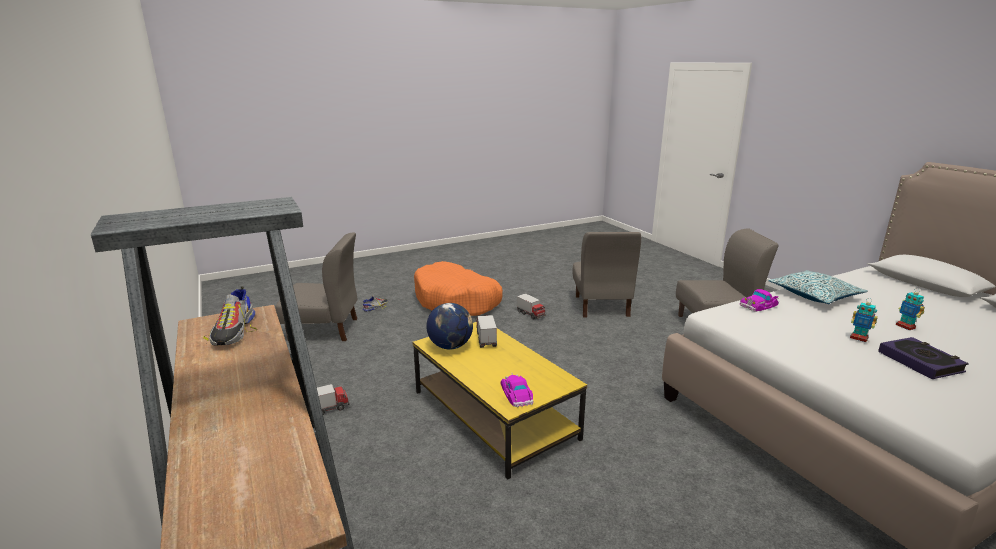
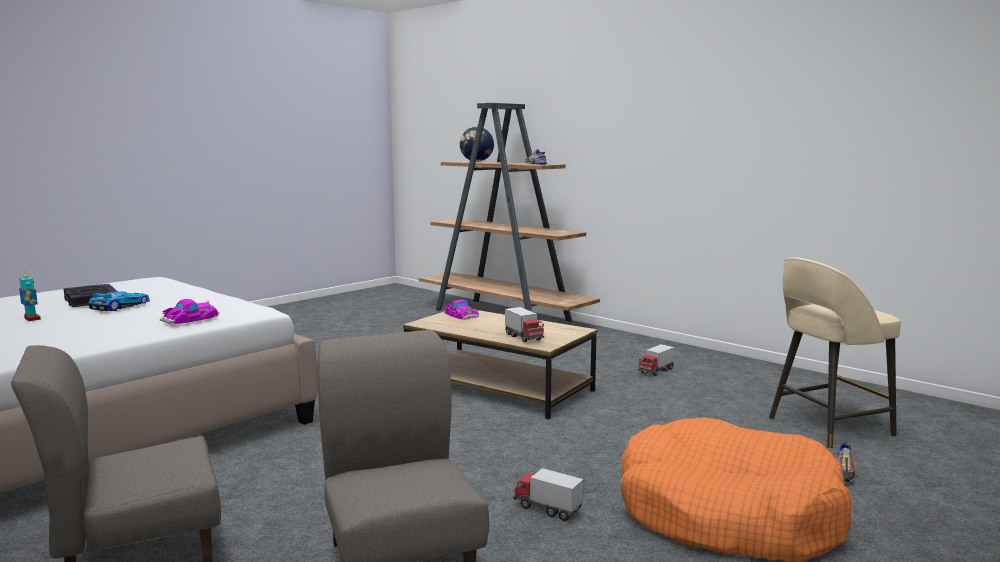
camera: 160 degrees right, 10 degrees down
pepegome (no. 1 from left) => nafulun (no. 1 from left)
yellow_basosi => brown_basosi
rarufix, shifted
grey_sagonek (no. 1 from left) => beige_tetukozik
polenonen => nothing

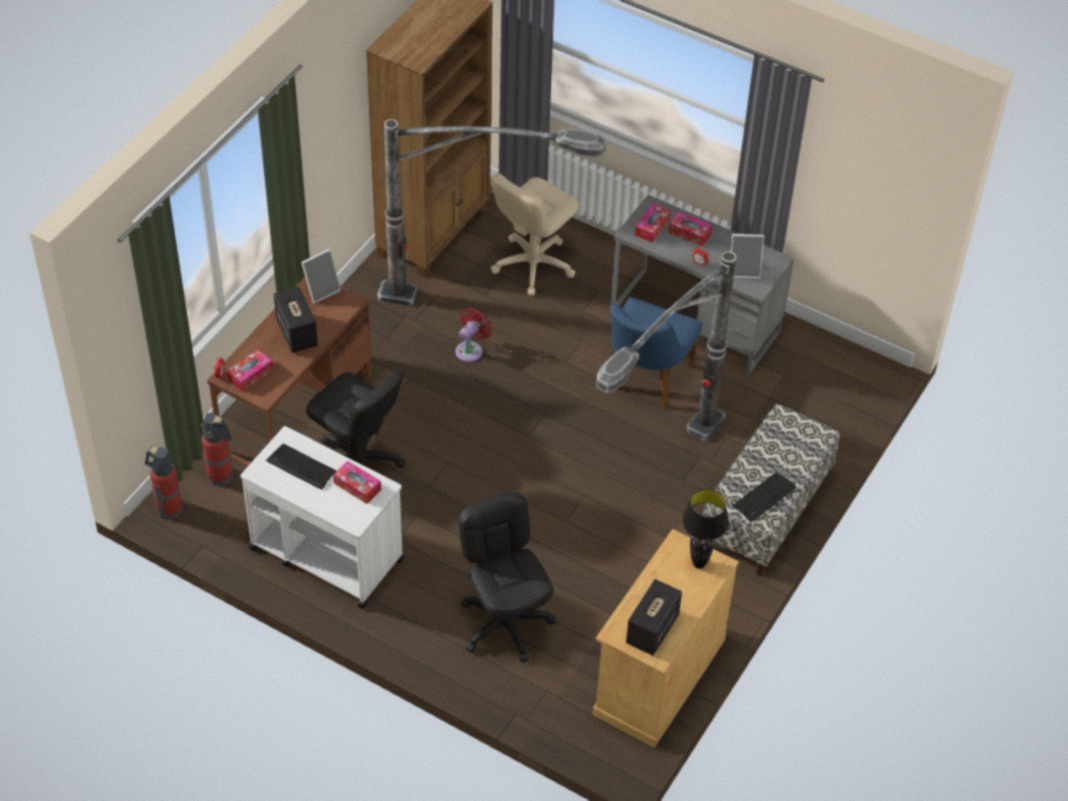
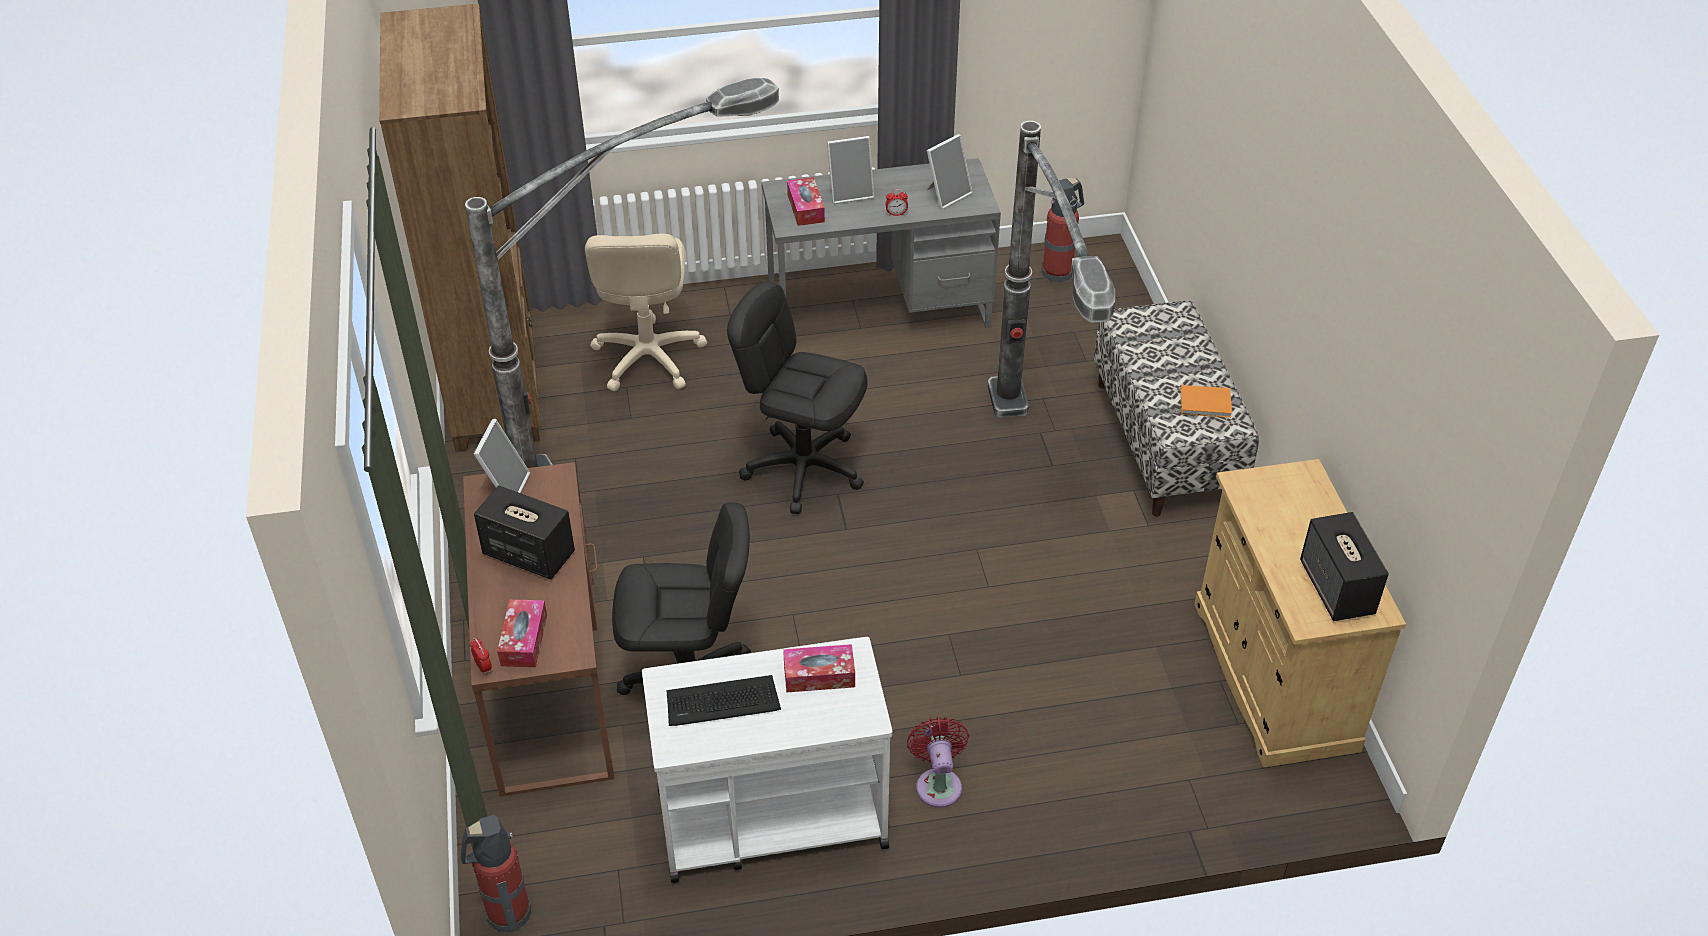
camera: 40 degrees left, 5 degrees down
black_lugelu (no. 2 from left), shifted
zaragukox (no. 4 from left) => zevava (no. 2 from left)
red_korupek, shifted
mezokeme (no. 2 from left), shifted
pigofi (no. 2 from left) => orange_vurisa
blue_sagonek => nothing
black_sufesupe => nothing

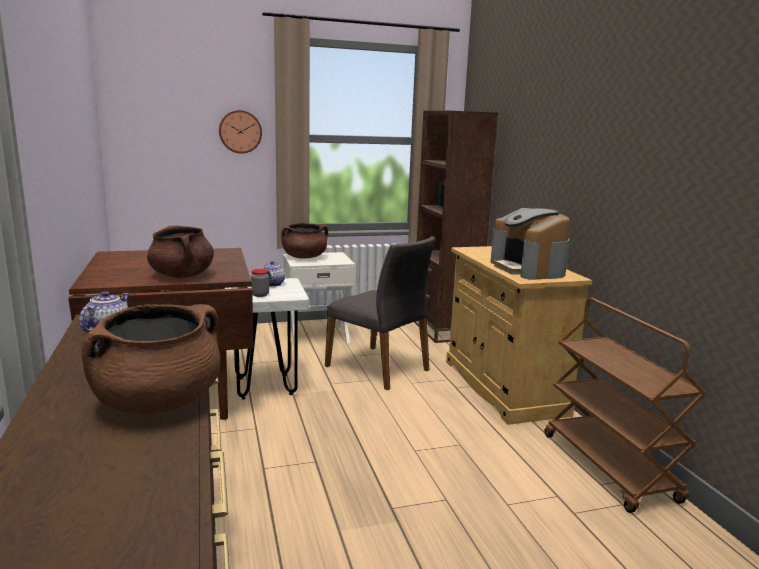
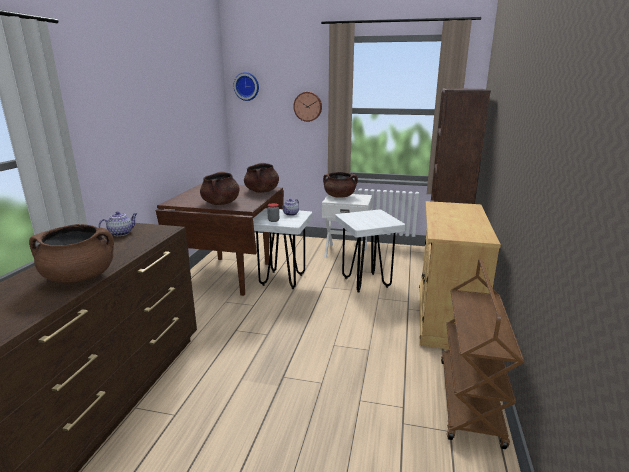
camera: 30 degrees right, 5 degrees up
nothing => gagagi (no. 1 from left)
nothing => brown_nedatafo (no. 3 from left)
grey_sagonek => white_tetukozik (no. 2 from left)
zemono => nothing

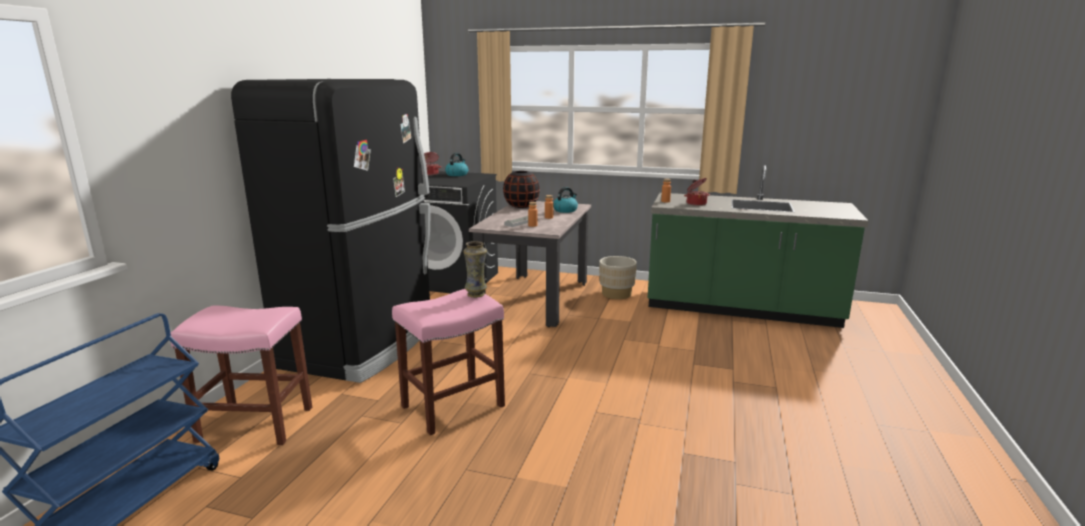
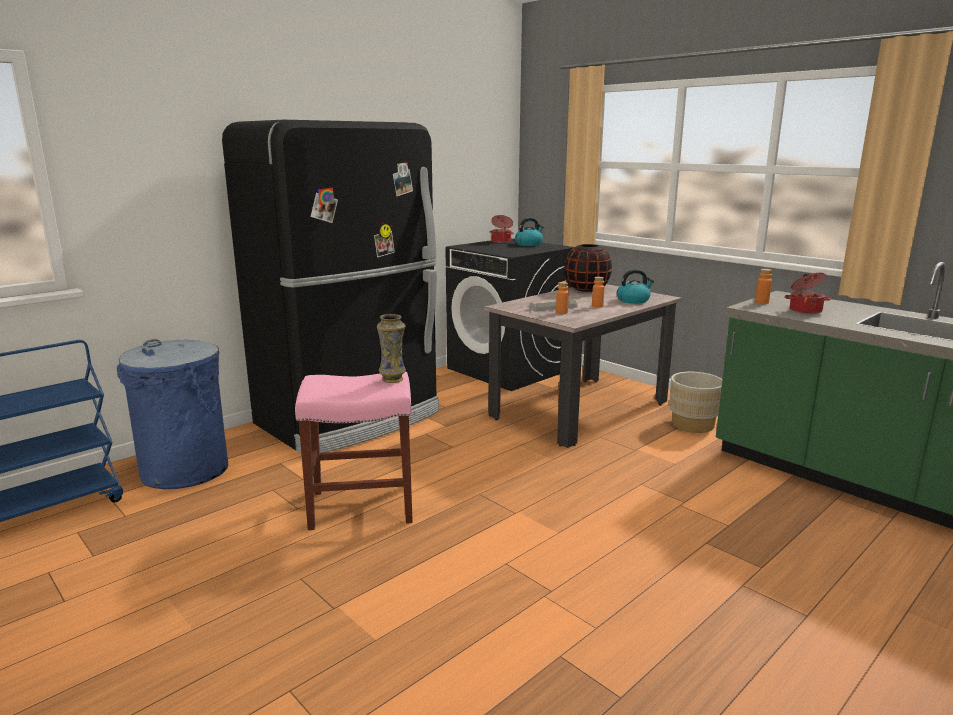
camera: 30 degrees right, 0 degrees up
pink_tetukozik (no. 1 from left) => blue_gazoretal

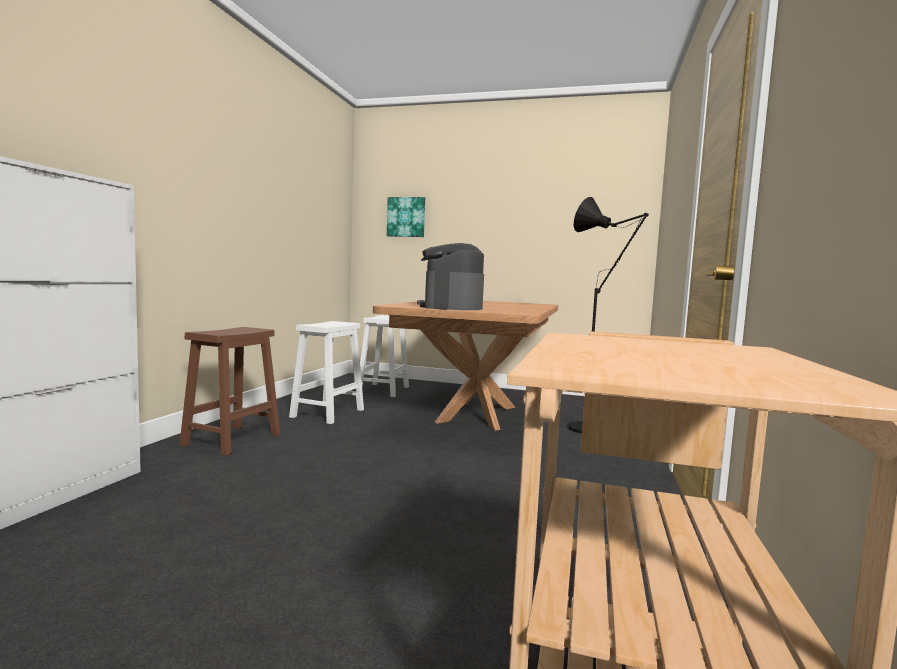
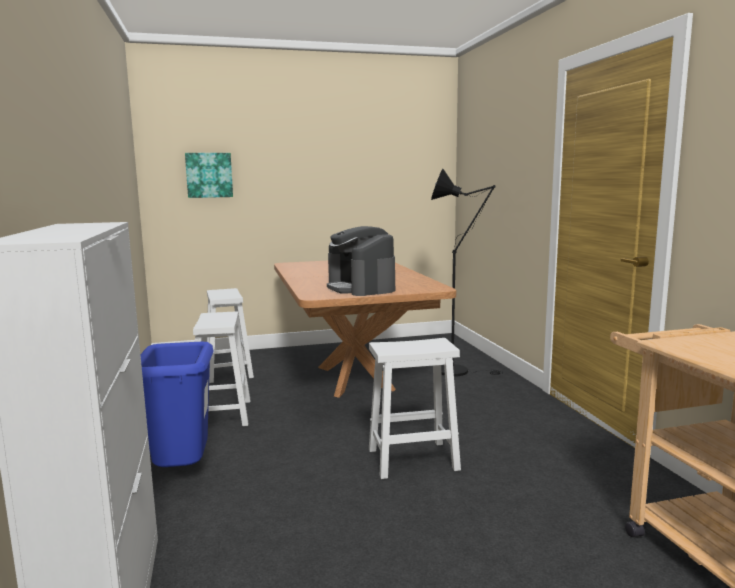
camera: 30 degrees left, 5 degrees up
brown_tetukozik => blue_gazoretal
nothing => white_tetukozik (no. 3 from left)

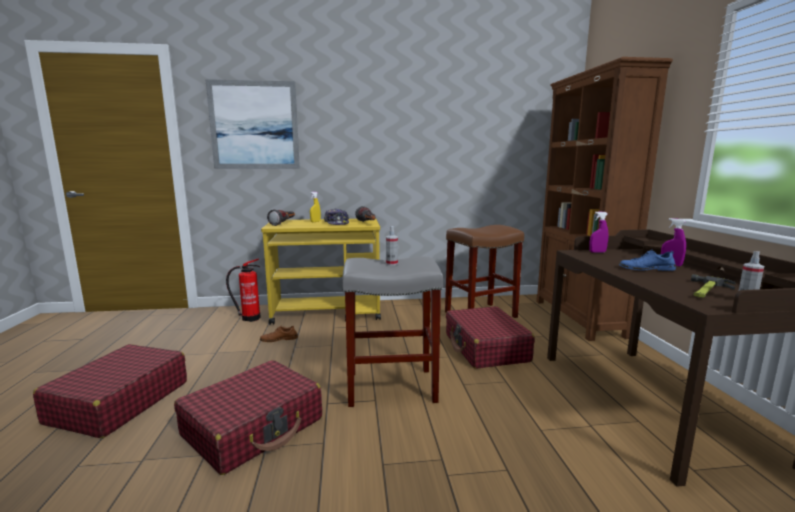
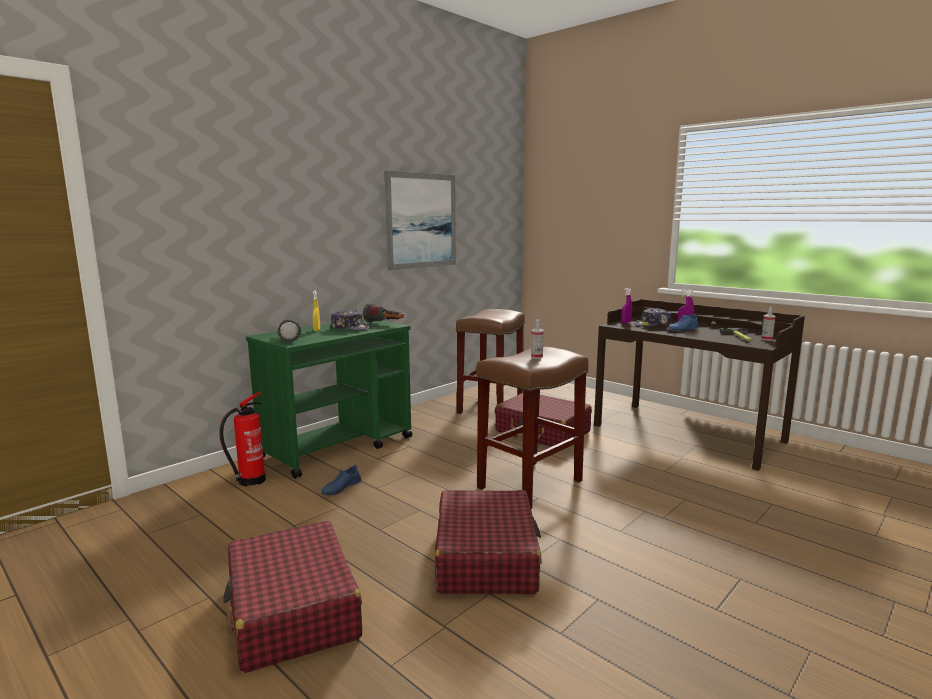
camera: 40 degrees left, 0 degrees up
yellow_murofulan => green_murofulan
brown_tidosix => blue_tidosix (no. 1 from left)
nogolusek, shifted
grey_tetukozik => brown_tetukozik (no. 2 from left)
nothing => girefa (no. 2 from left)
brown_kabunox => nothing

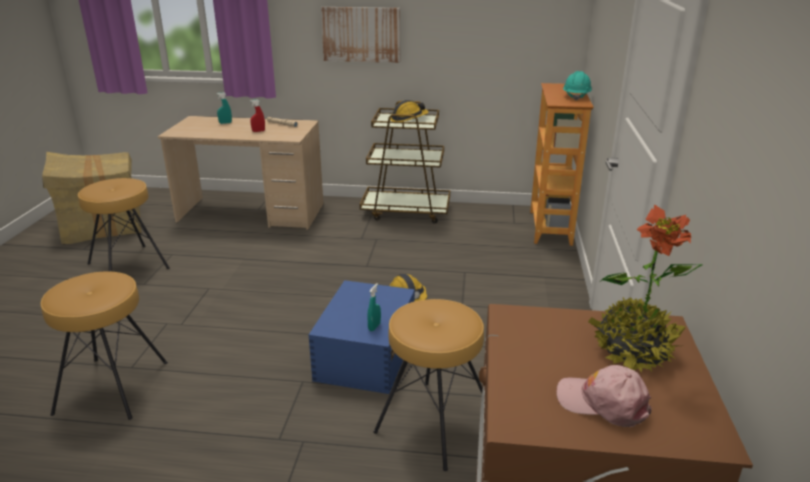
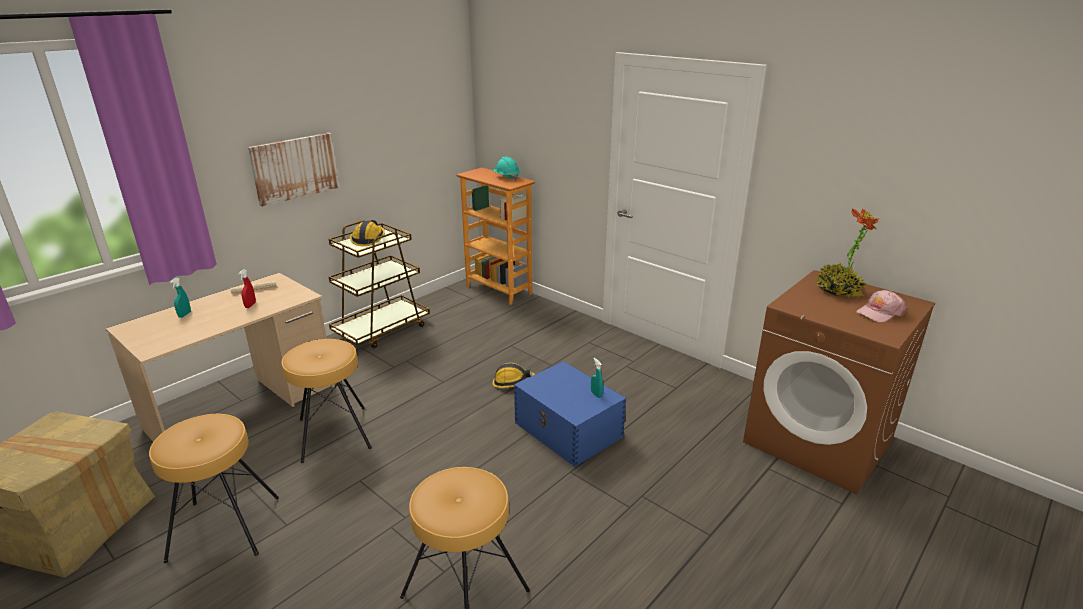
camera: 55 degrees left, 0 degrees up
brown_tetukozik (no. 3 from left in the first image) => brown_tetukozik (no. 2 from left), shifted

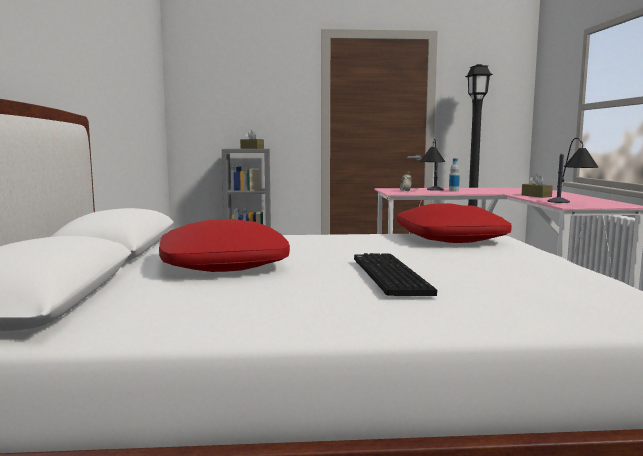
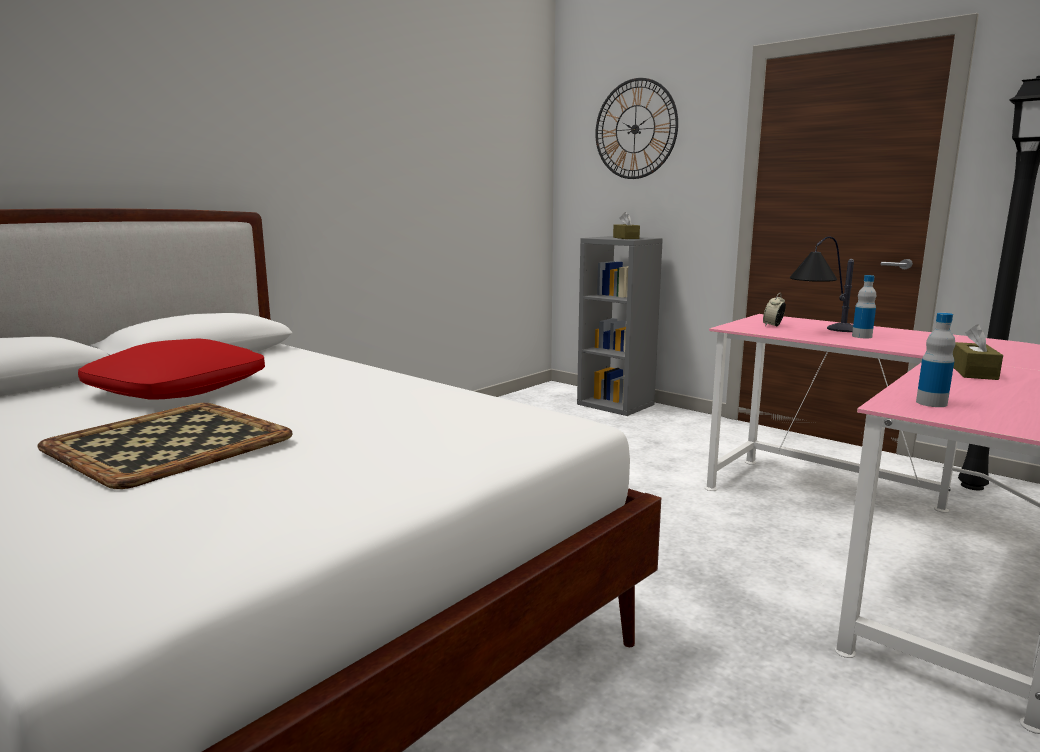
camera: 45 degrees right, 5 degrees up
pigofi => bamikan
nothing => gagagi
sufesupe (no. 2 from left) => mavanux (no. 2 from left)
red_polenonen (no. 2 from left) => nothing

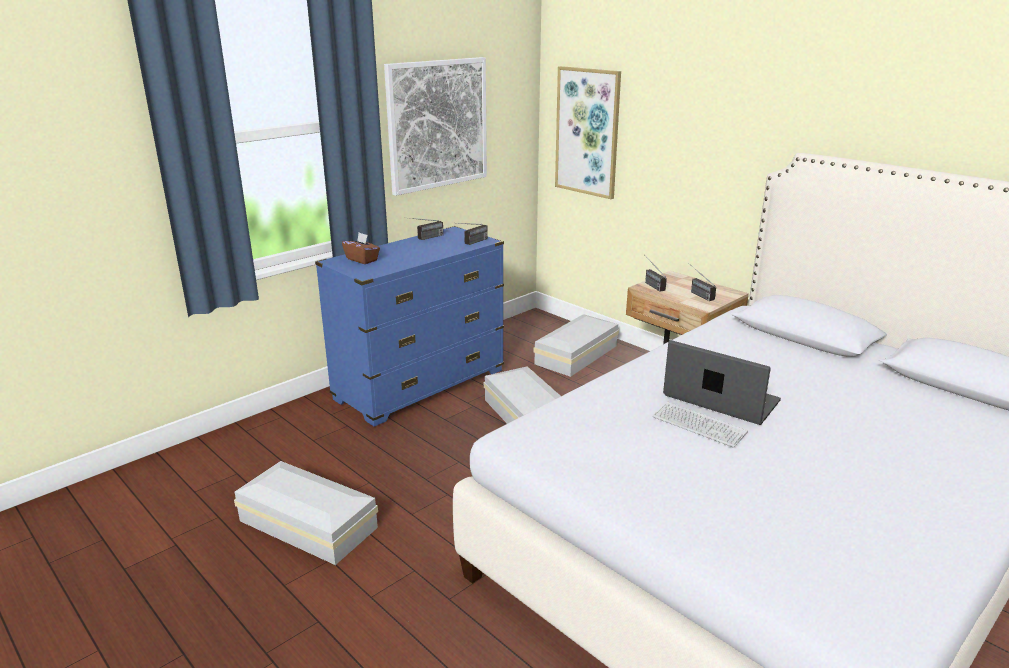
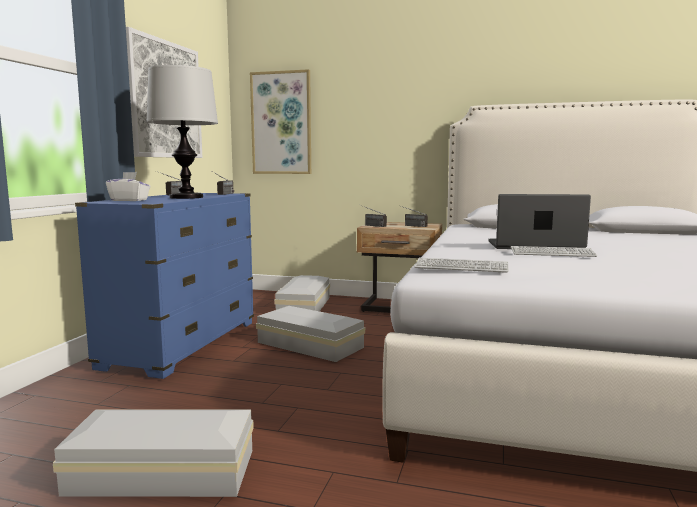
camera: 30 degrees left, 15 degrees down
brown_zaragukox => white_zaragukox
nothing => sufesupe
nothing => pigofi (no. 1 from left)

